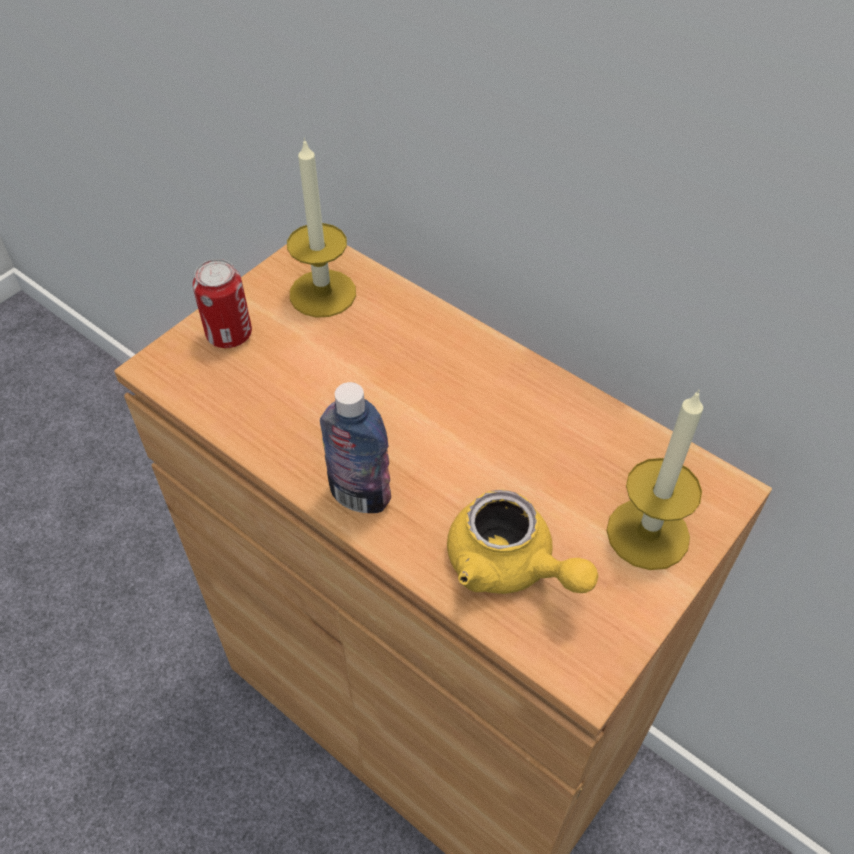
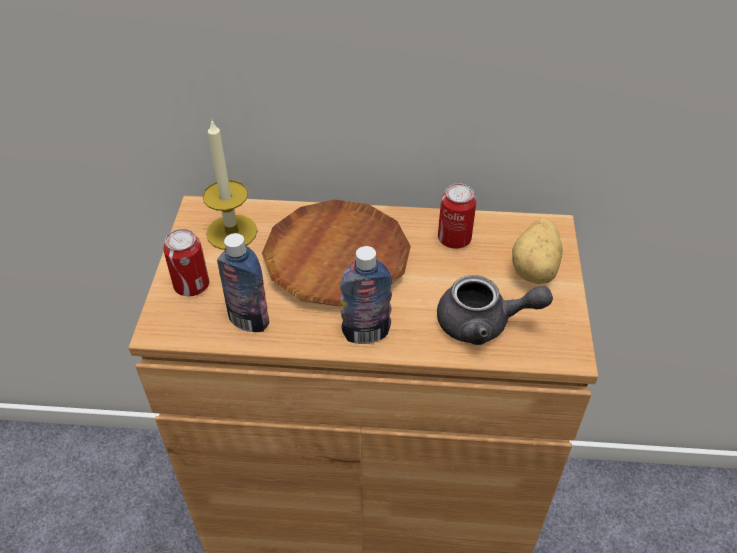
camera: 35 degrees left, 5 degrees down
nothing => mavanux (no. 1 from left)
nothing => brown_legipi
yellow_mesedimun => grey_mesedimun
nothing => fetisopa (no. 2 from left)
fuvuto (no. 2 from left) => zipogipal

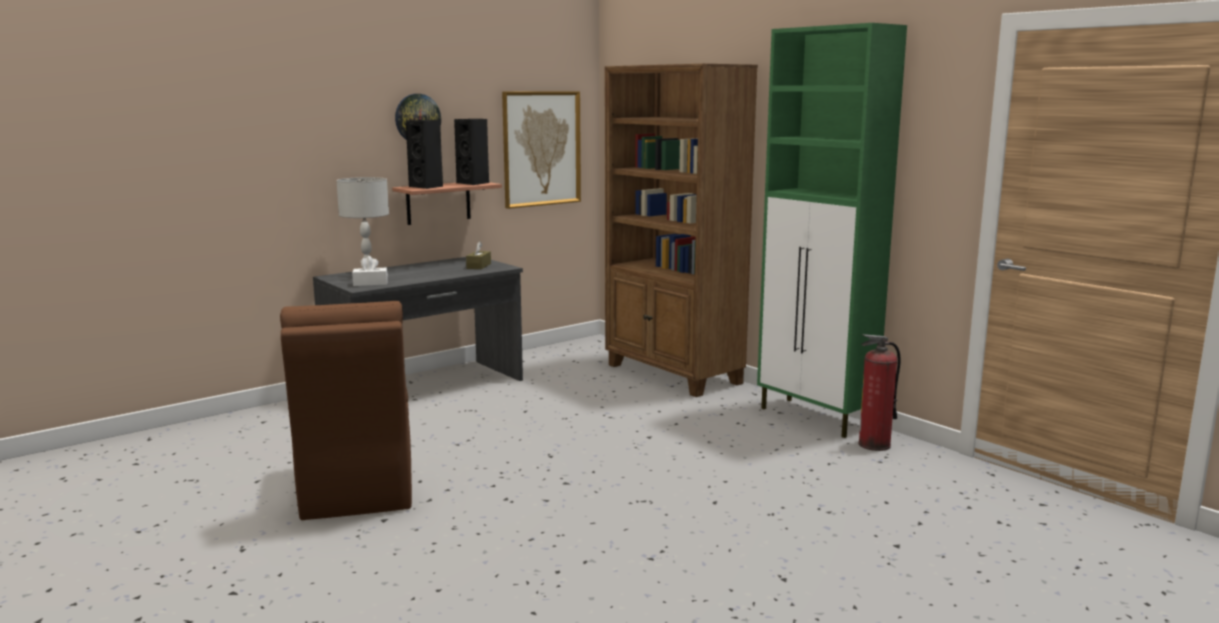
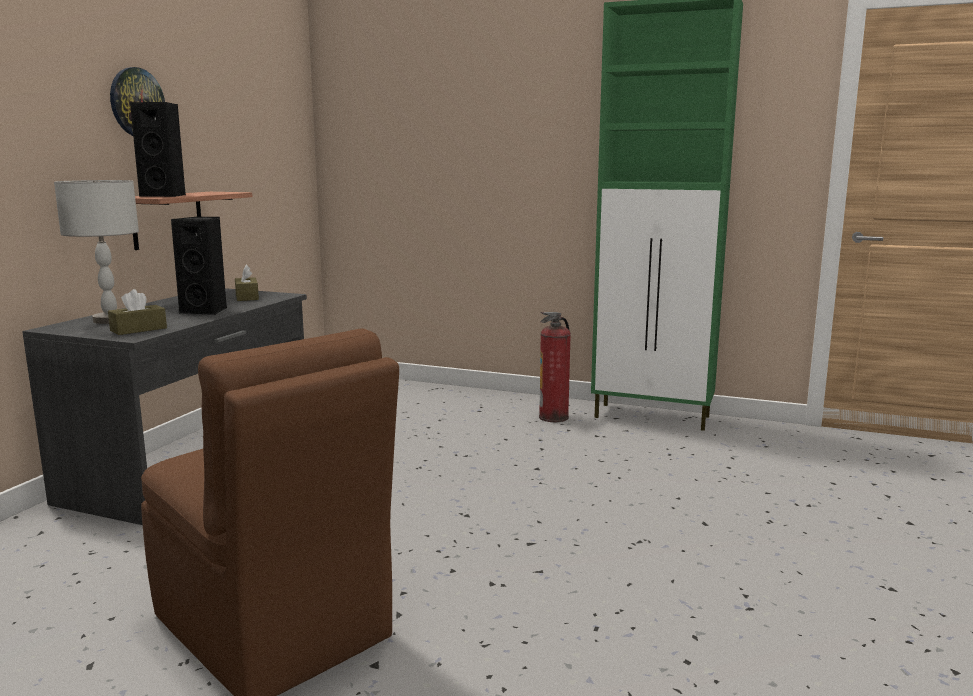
camera: 30 degrees left, 0 degrees up
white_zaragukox => brown_zaragukox (no. 1 from left)
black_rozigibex (no. 2 from left), shifted
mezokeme, shifted
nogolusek => nothing
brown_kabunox => nothing

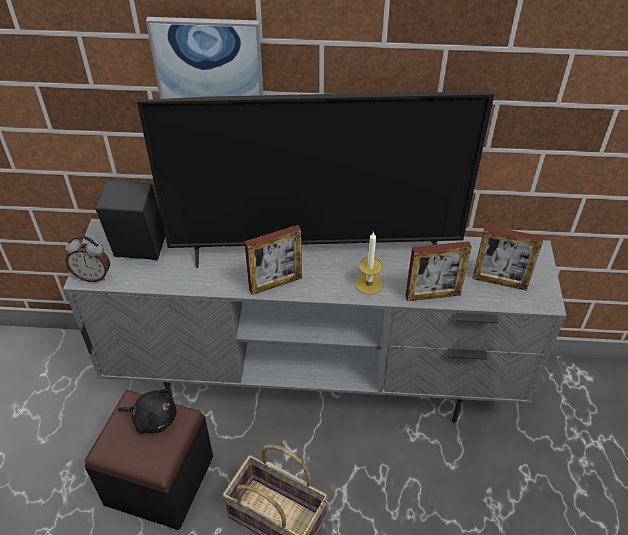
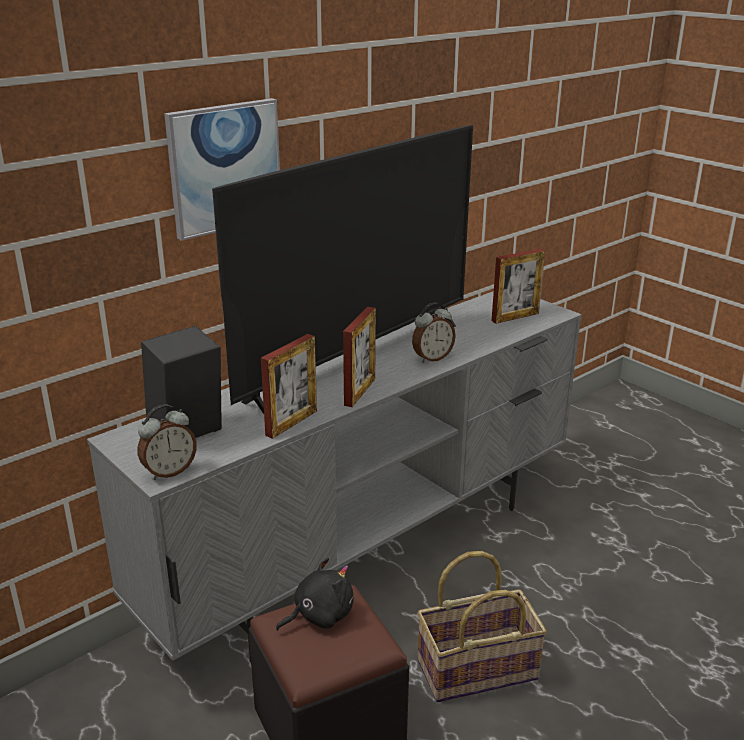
camera: 45 degrees left, 20 degrees down
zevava (no. 2 from left in the first image) => zevava (no. 1 from left), shifted
fuvuto => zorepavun (no. 2 from left)

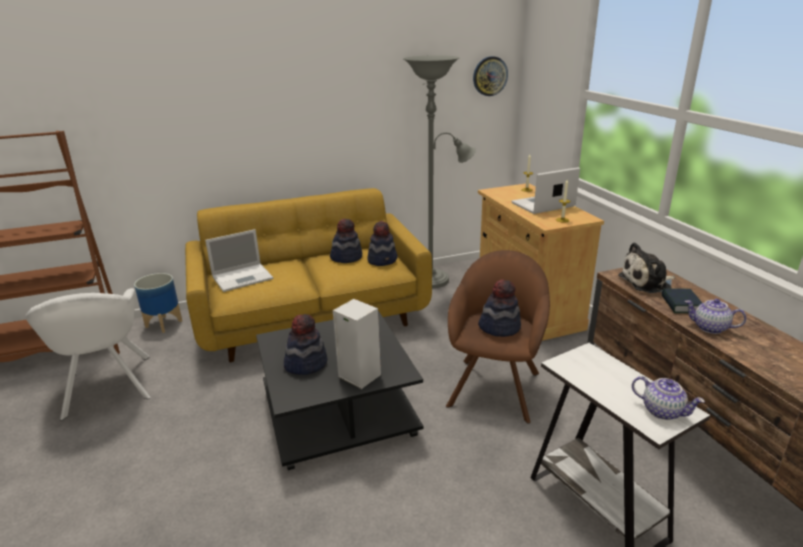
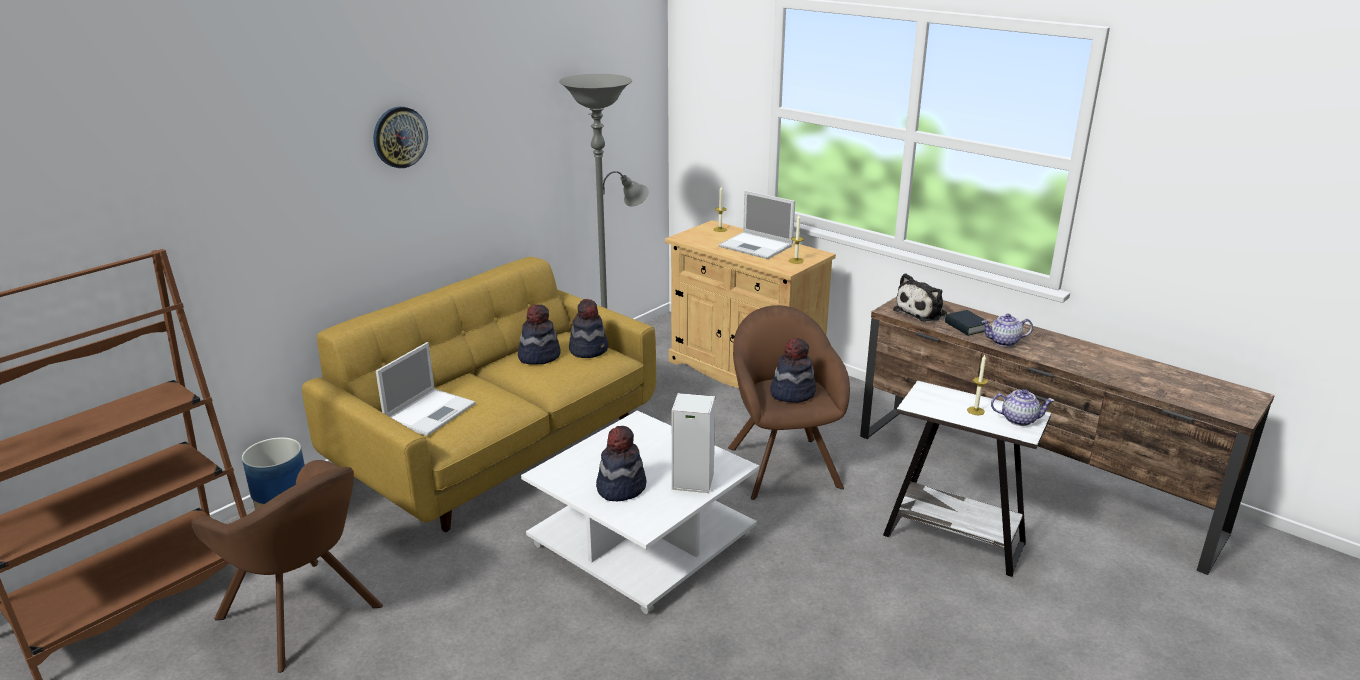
camera: 30 degrees left, 0 degrees up
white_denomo => brown_denomo (no. 1 from left)
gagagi, shifted
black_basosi => white_basosi
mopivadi (no. 2 from left), 90 degrees counterclockwise
nothing => fuvuto (no. 3 from left)

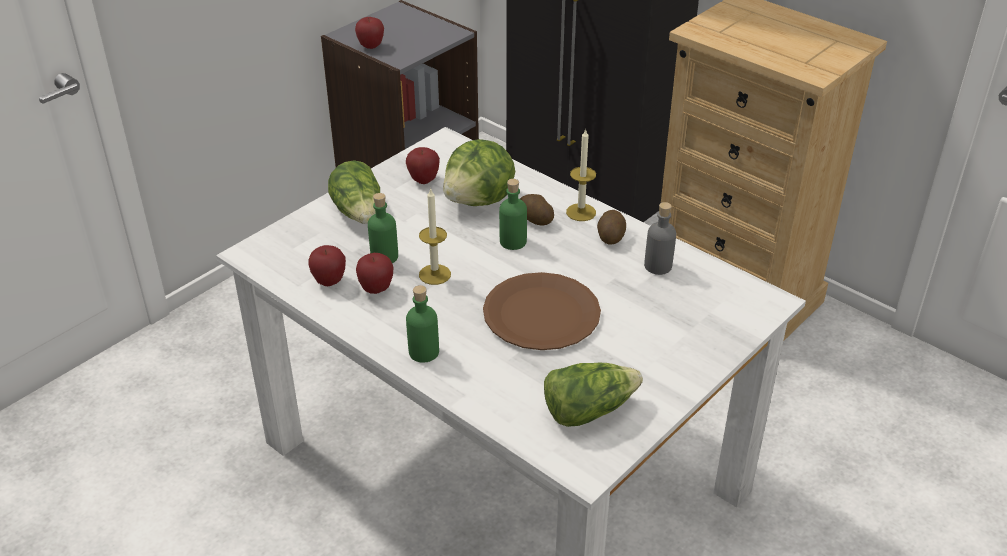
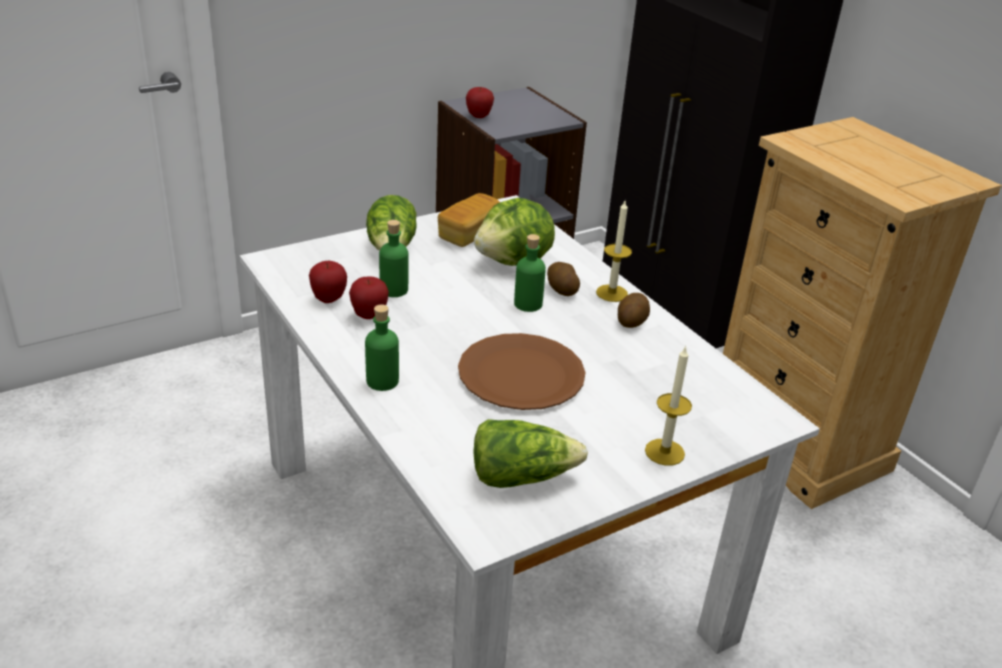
camera: 15 degrees right, 5 degrees down
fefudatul (no. 4 from left) => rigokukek
fuvuto (no. 1 from left in the first image) => fuvuto (no. 2 from left), shifted
grey_mavanux => nothing

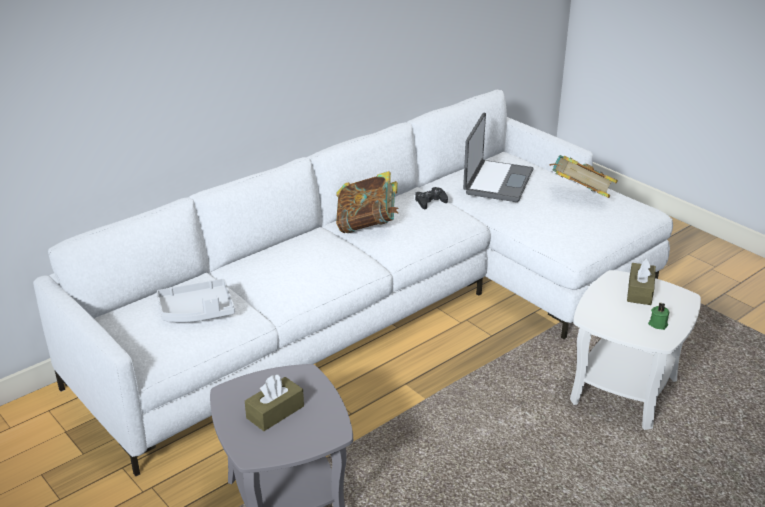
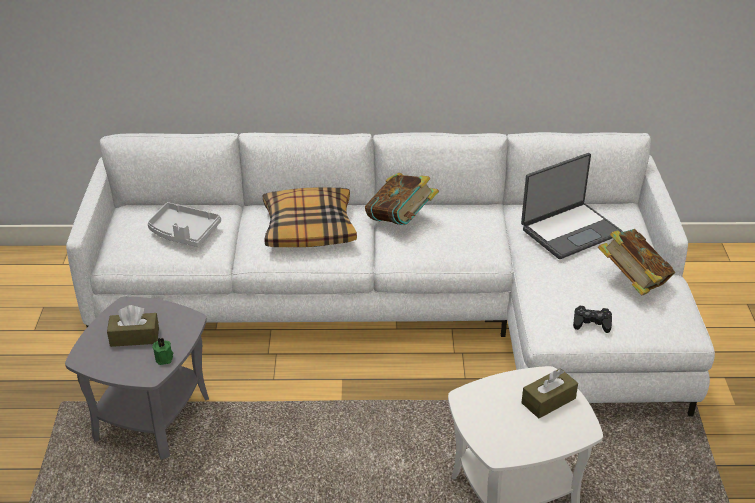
camera: 40 degrees right, 5 degrees up
green_fuvuto, shifted
nothing => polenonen
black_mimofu, shifted

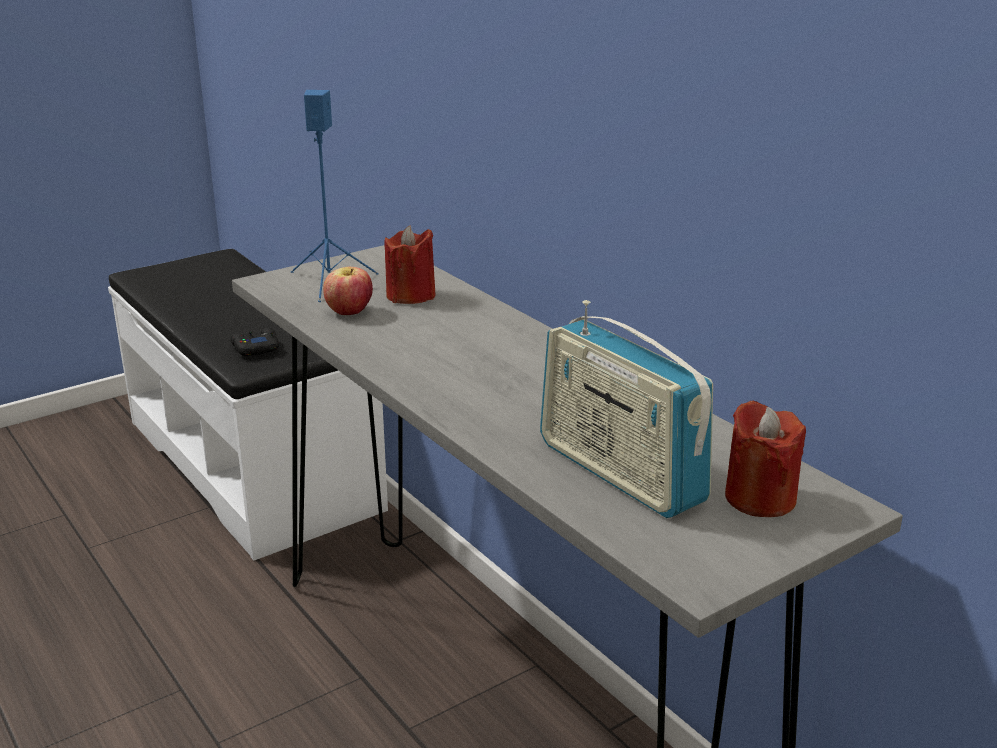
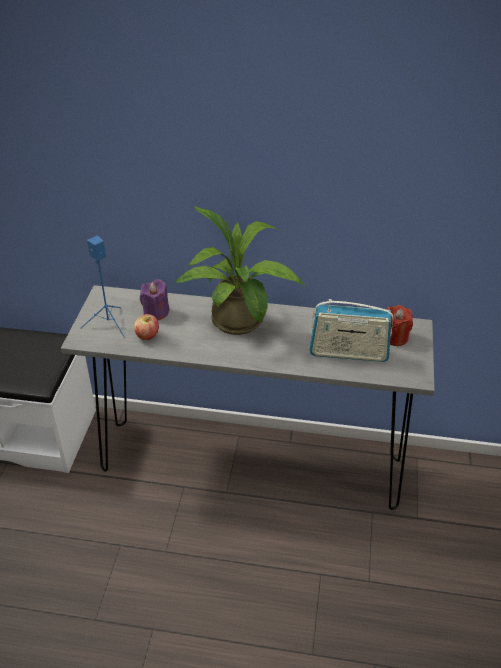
camera: 45 degrees left, 15 degrees up
red_fuvuto (no. 1 from left) => purple_fuvuto
nothing => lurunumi
black_mimofu => nothing

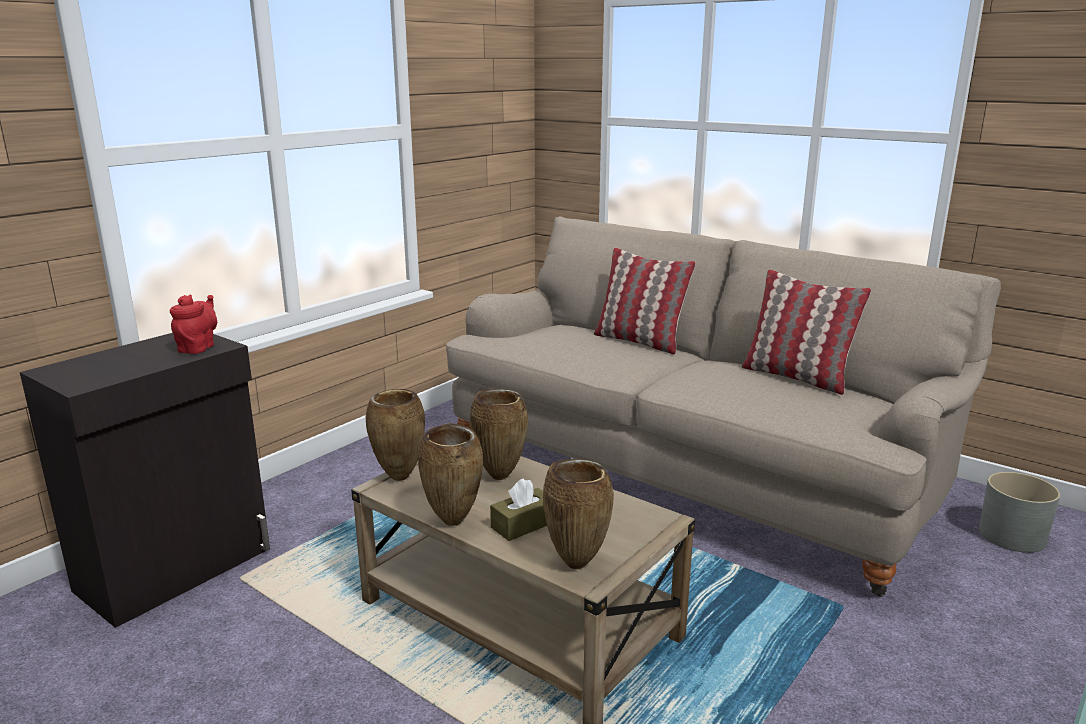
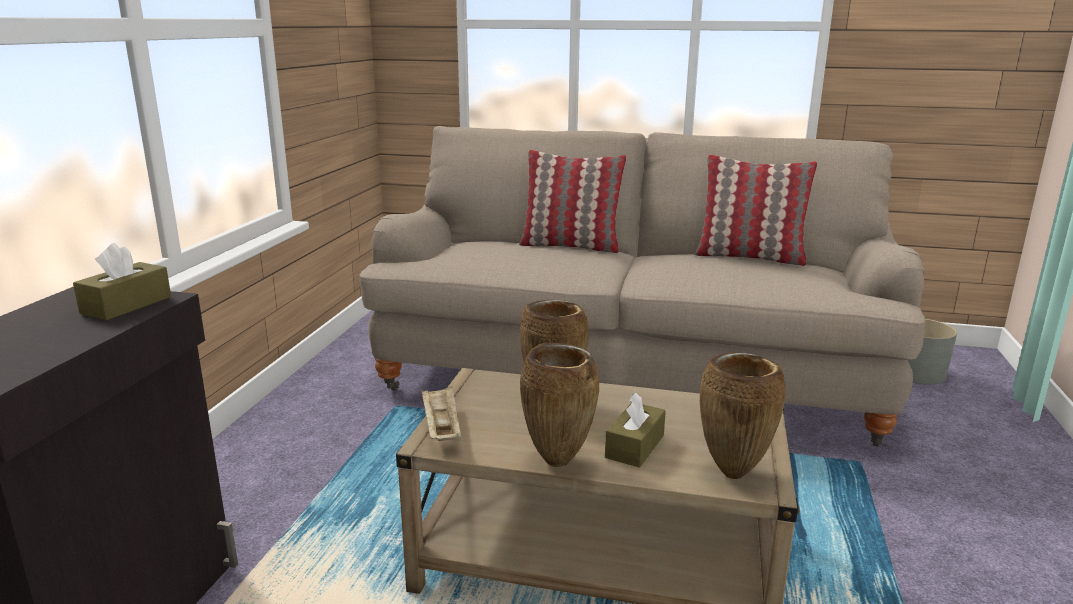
camera: 25 degrees left, 0 degrees up
red_mesedimun => brown_zaragukox (no. 1 from left)
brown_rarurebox (no. 1 from left) => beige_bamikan

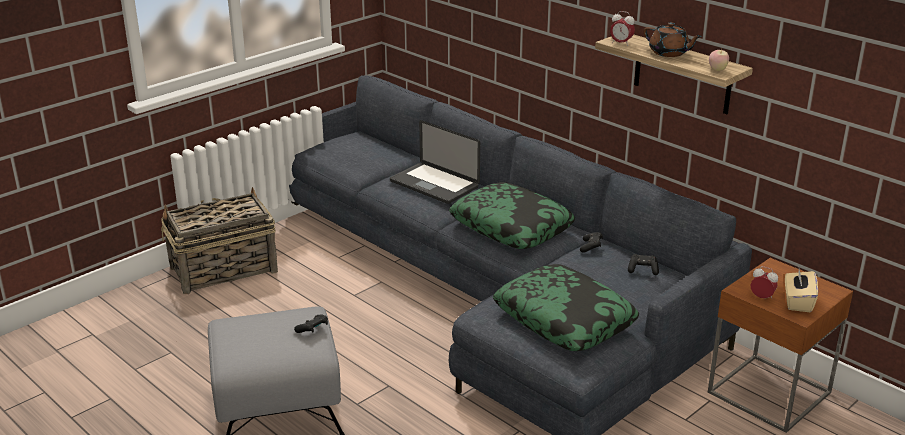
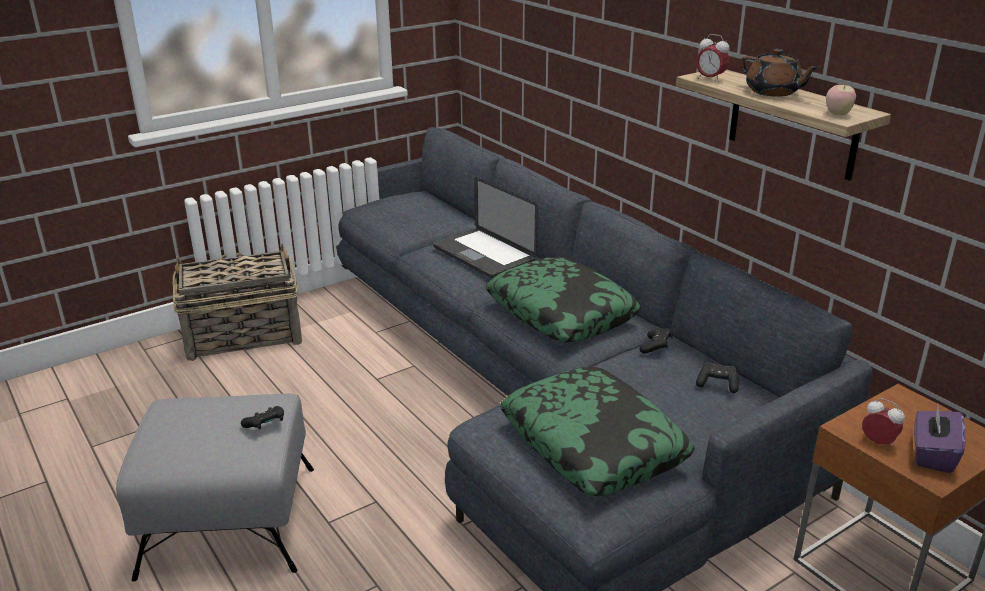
camera: 10 degrees right, 0 degrees up
beige_zaragukox => purple_zaragukox

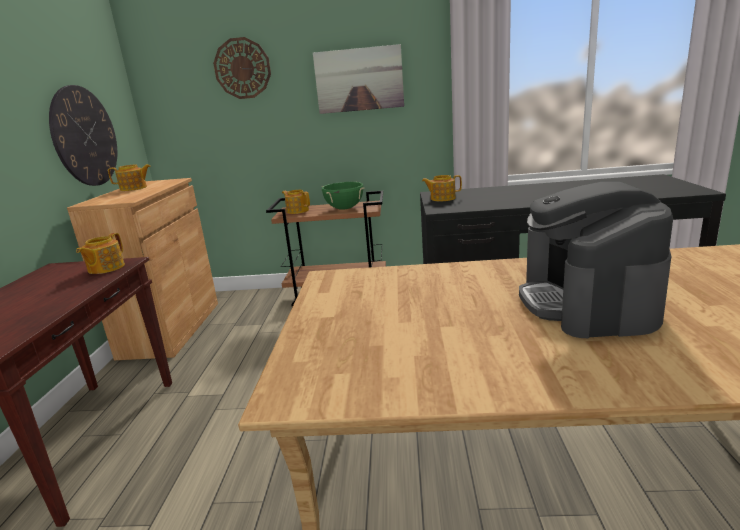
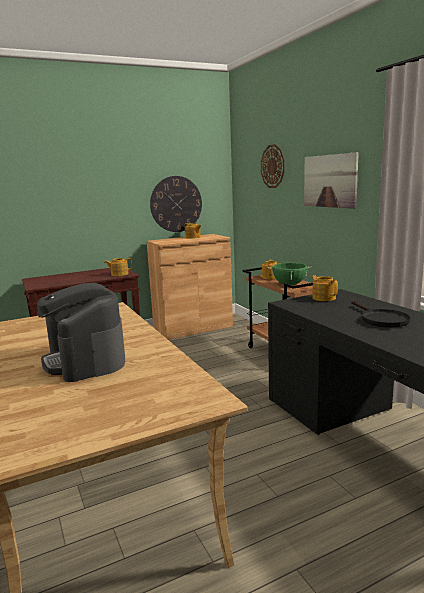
camera: 60 degrees right, 5 degrees down
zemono, 90 degrees counterclockwise
nothing => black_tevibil

